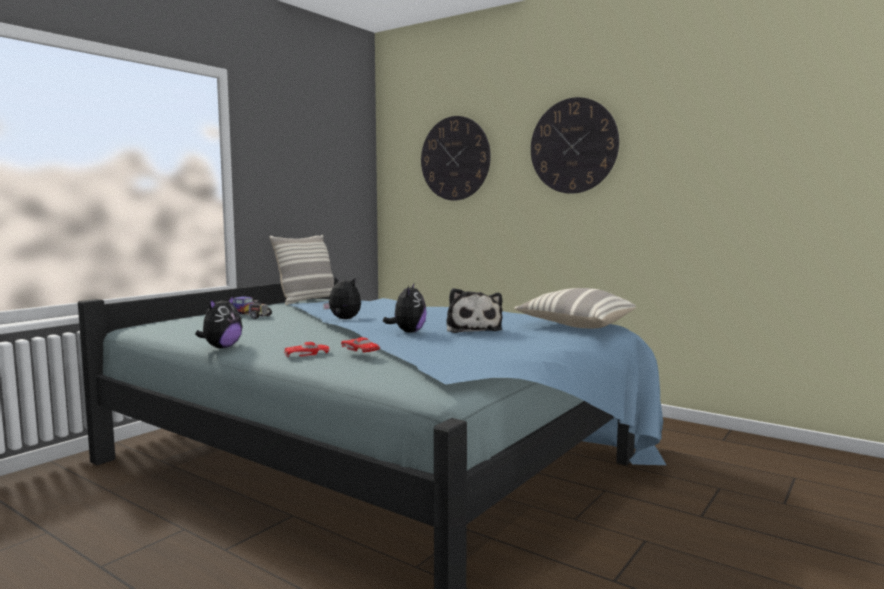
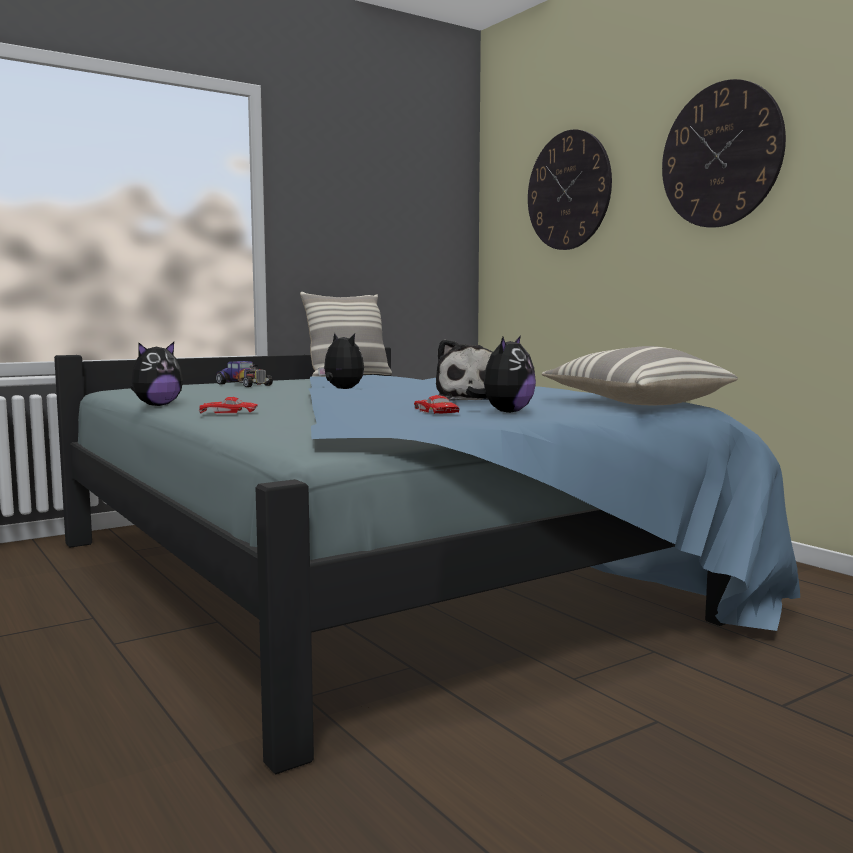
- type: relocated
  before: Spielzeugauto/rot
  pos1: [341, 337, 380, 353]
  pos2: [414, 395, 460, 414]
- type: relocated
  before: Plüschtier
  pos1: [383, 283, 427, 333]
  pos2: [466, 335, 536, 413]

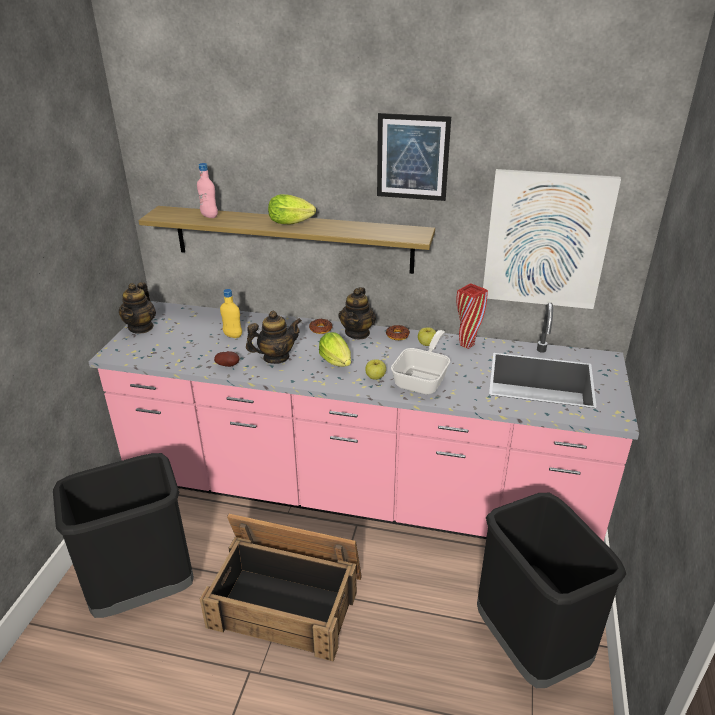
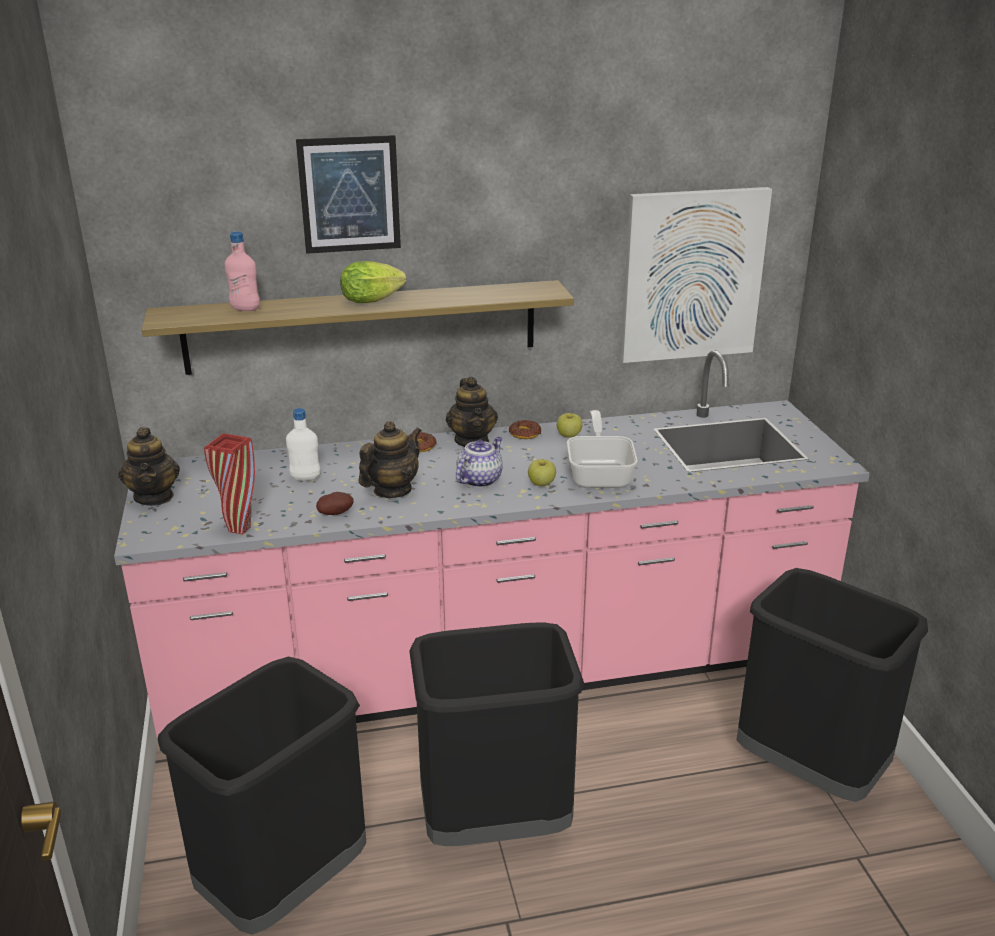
- type: relocated
  before: Bild
  pos1: [377, 113, 451, 201]
  pos2: [296, 135, 401, 254]
- type: relocated
  before: Vase/rot
  pos1: [457, 283, 488, 349]
  pos2: [204, 433, 255, 535]
- type: exchanged
  before: Kiste
  after: Mülleimer/schwarz
  pos1: [200, 514, 362, 662]
  pos2: [409, 622, 584, 846]
- type: exchanged
  before: Salatkopf
  after: Teekanne
  pos1: [319, 332, 351, 367]
  pos2: [456, 437, 503, 488]
- type: colour
  before: Flasche/gelb
  after: Flasche/weiß
  pos1: [220, 289, 242, 338]
  pos2: [286, 408, 321, 481]

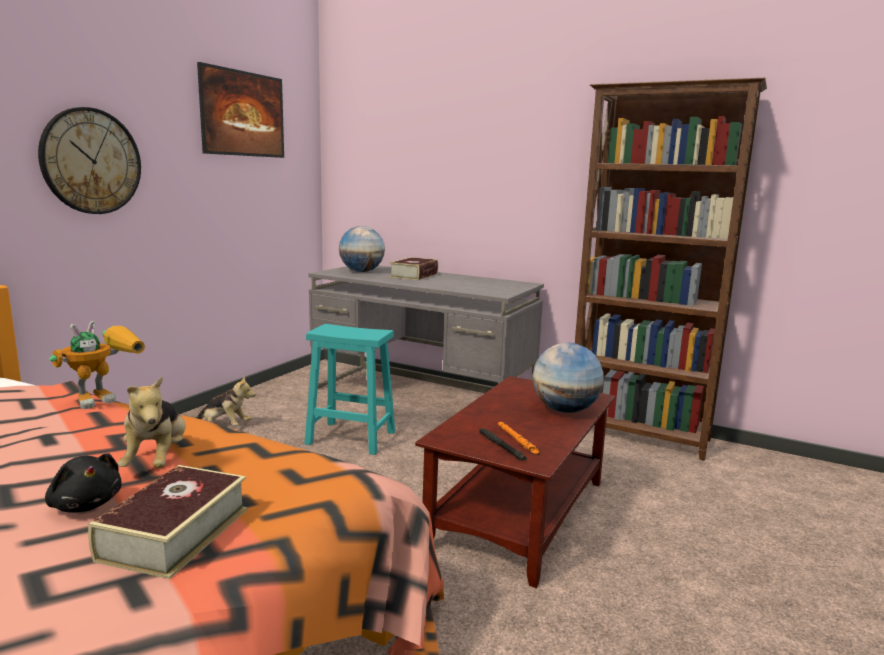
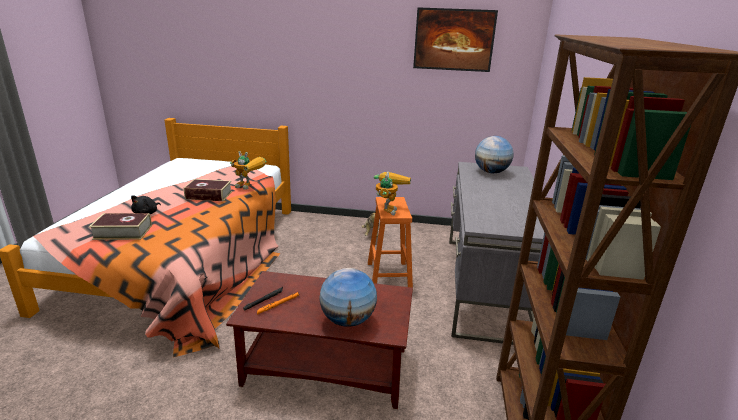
- type: missing
  before: Wanduhr
  pos1: [38, 107, 141, 214]
- type: missing
  before: Plüschtier
  pos1: [118, 377, 186, 468]
- type: appeared
  after: Spielzeugroboter
  pos2: [374, 172, 411, 215]
- type: relocated
  before: Buch
  pos1: [389, 257, 438, 280]
  pos2: [184, 179, 232, 201]
- type: colour
  before: Hocker/türkis
  after: Hocker/orange
  pos1: [304, 324, 395, 455]
  pos2: [368, 197, 413, 288]

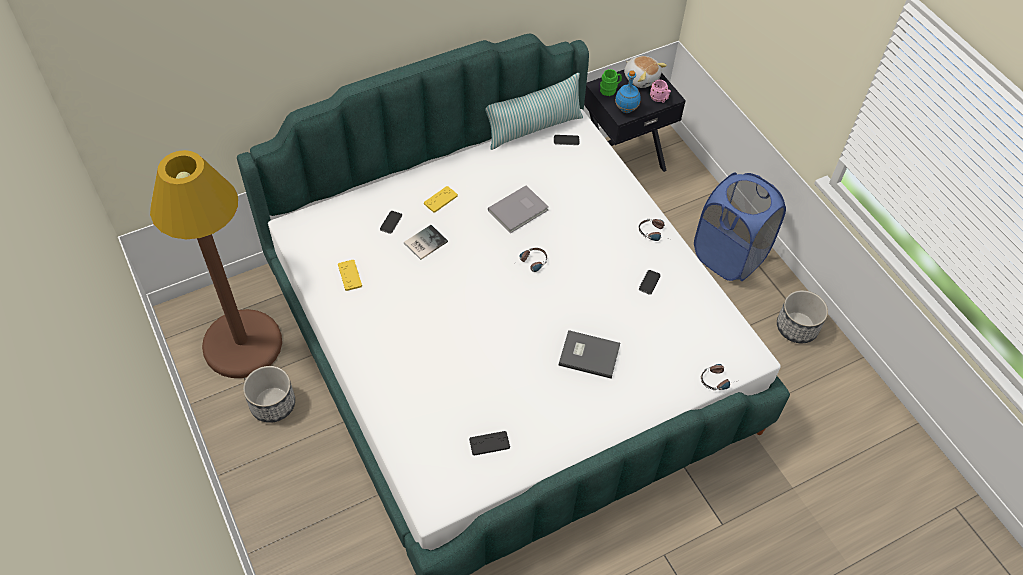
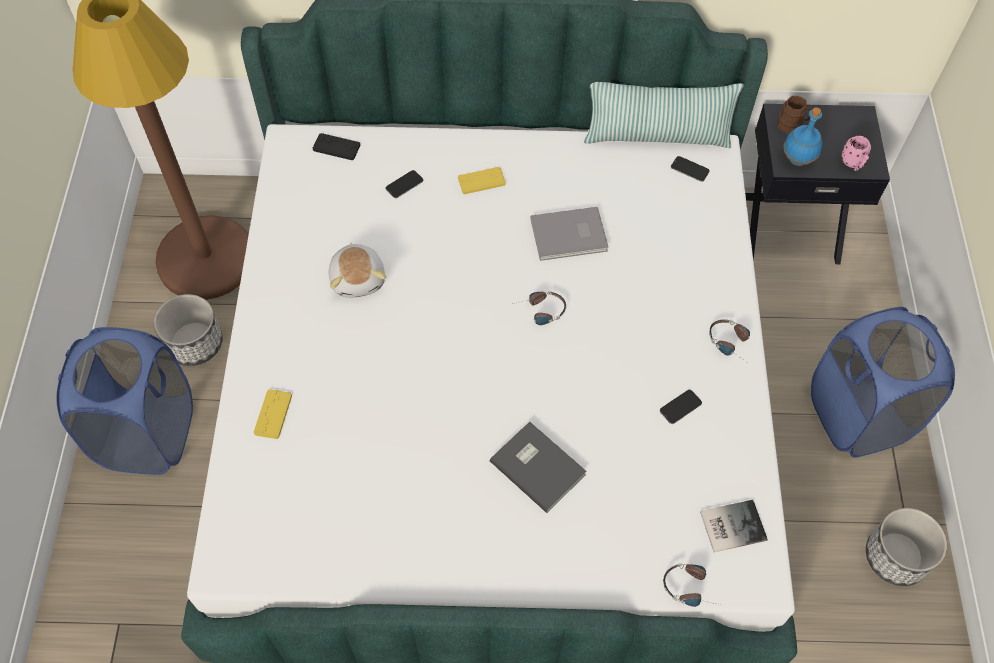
- type: appeared
  after: Wäschekorb/blau
  pos2: [56, 327, 193, 475]
- type: relocated
  before: Gamepad/gelb
  pos1: [338, 260, 362, 291]
  pos2: [253, 389, 292, 439]
- type: relocated
  before: Buch
  pos1: [404, 225, 448, 260]
  pos2: [700, 500, 768, 552]
- type: relocated
  before: Gamepad/schwarz
  pos1: [469, 431, 510, 456]
  pos2: [313, 133, 360, 160]
- type: relocated
  before: Plüschtier
  pos1: [624, 56, 667, 88]
  pos2: [329, 243, 386, 298]
- type: colour
  before: Henkelbecher/grün
  after: Henkelbecher/braun
  pos1: [600, 69, 622, 96]
  pos2: [777, 96, 813, 133]

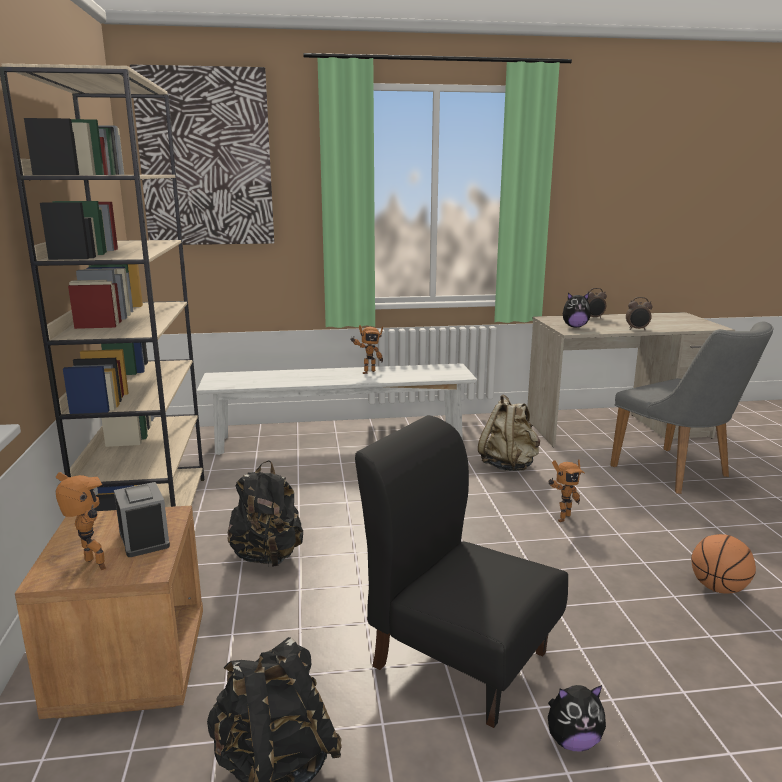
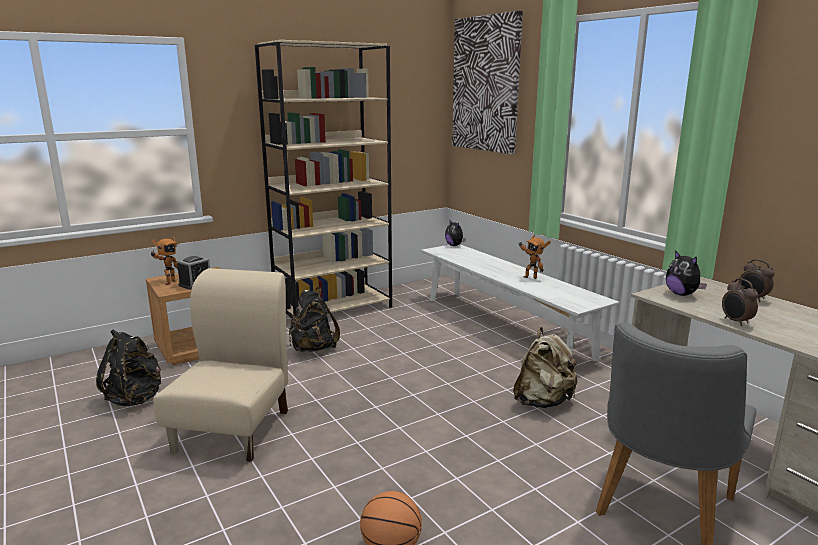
- type: missing
  before: Spielzeugroboter
  pos1: [549, 459, 585, 522]
- type: relocated
  before: Plüschtier
  pos1: [548, 685, 606, 752]
  pos2: [445, 220, 466, 246]
- type: colour
  before: Stuhl/schwarz
  after: Stuhl/beige
  pos1: [355, 415, 568, 728]
  pos2: [153, 268, 288, 462]

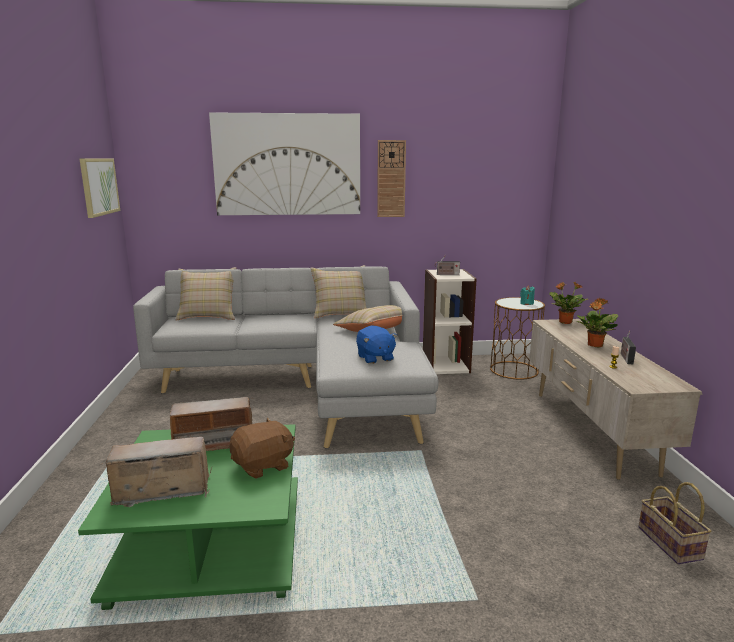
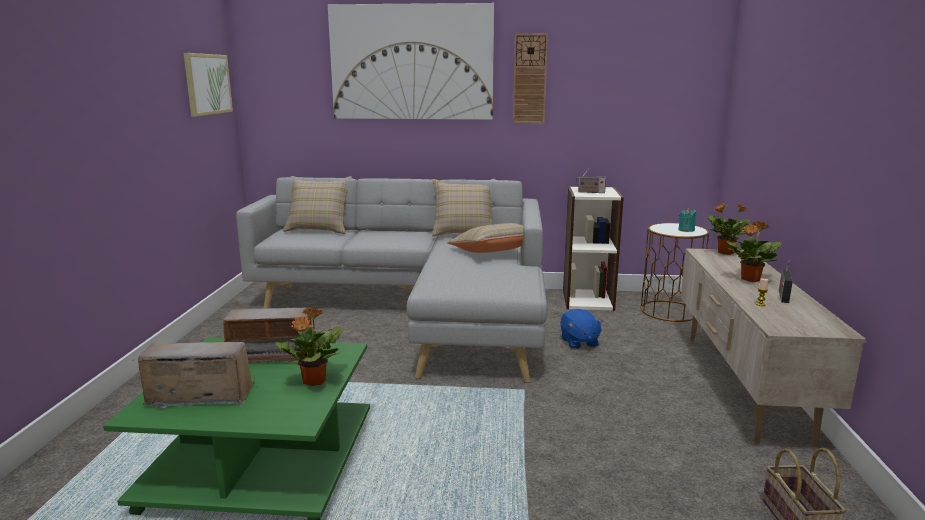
- type: relocated
  before: Plüschtier/blau
  pos1: [356, 326, 398, 364]
  pos2: [560, 309, 604, 349]
- type: exchanged
  before: Plüschtier/braun
  after: Topfpflanze
  pos1: [229, 418, 295, 479]
  pos2: [274, 307, 342, 386]

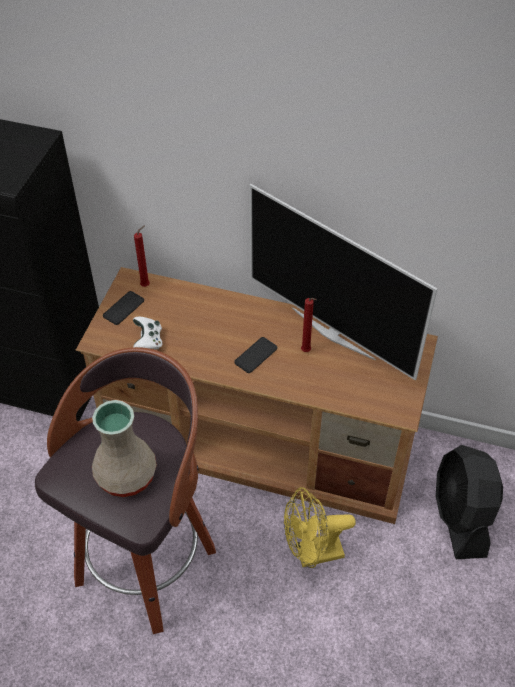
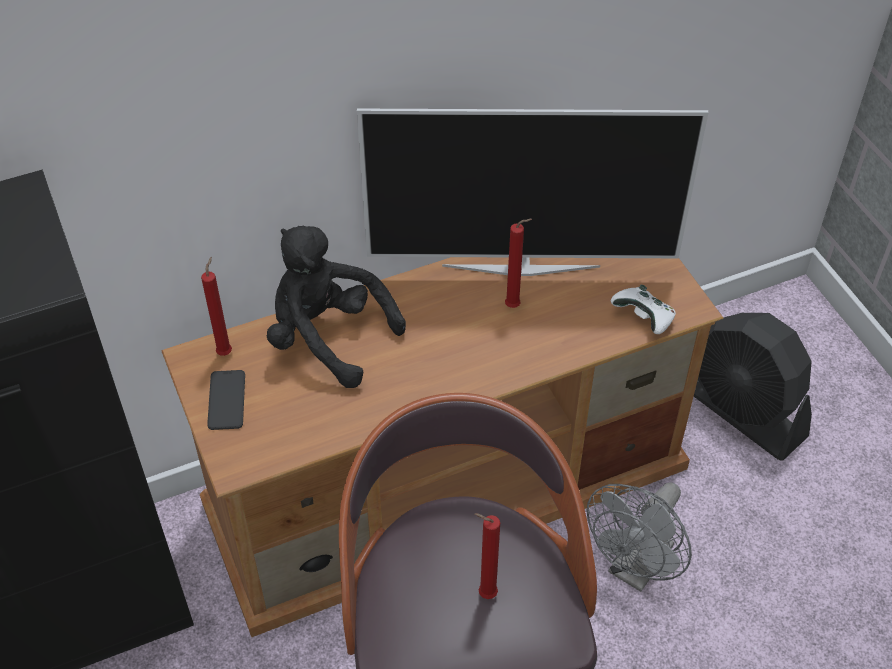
- type: missing
  before: Handy
  pos1: [234, 337, 277, 373]
- type: appeared
  after: Plüschtier/schwarz
  pos2: [267, 226, 406, 388]
- type: relocated
  before: Gamepad/weiß
  pos1: [133, 317, 163, 350]
  pos2: [611, 285, 676, 334]
- type: exchanged
  before: Vase/beige
  after: Kerze/rot
  pos1: [92, 400, 157, 497]
  pos2: [474, 513, 500, 599]
- type: colour
  before: Ventilator/gelb
  after: Ventilator/grau
  pos1: [284, 487, 356, 568]
  pos2: [586, 482, 692, 592]

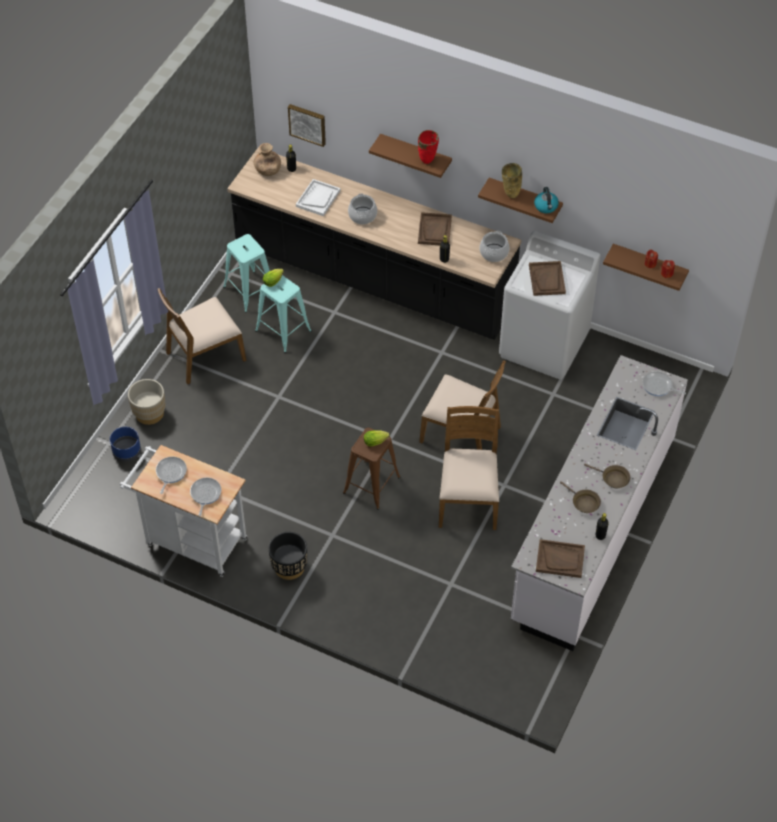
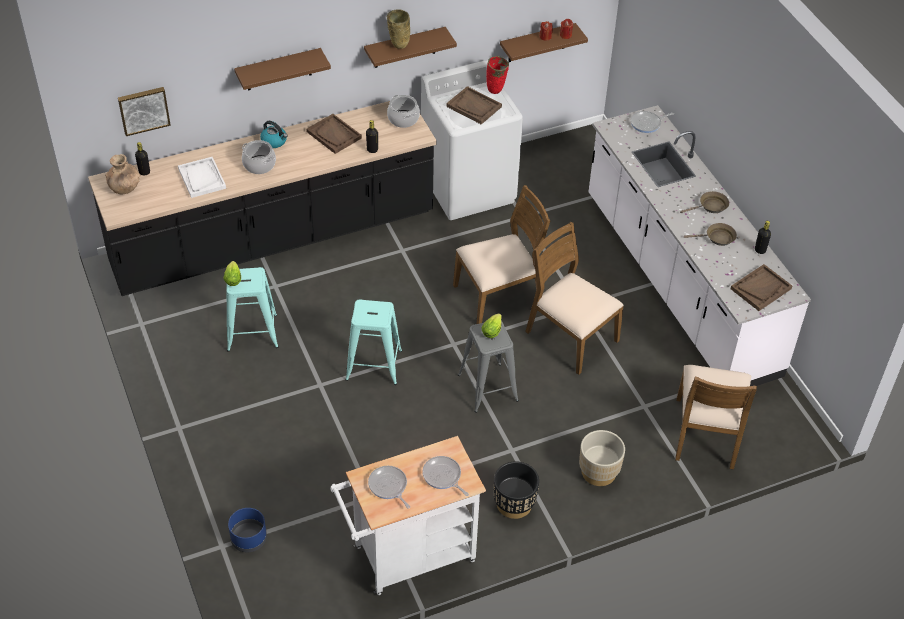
- type: relocated
  before: Pflanzkübel/beige
  pos1: [128, 379, 166, 425]
  pos2: [579, 430, 625, 486]
- type: relocated
  before: Stuhl/braun
  pos1: [158, 288, 247, 384]
  pos2: [675, 365, 757, 470]
- type: relocated
  before: Hocker/türkis
  pos1: [223, 234, 270, 313]
  pos2: [345, 299, 402, 385]
- type: relocated
  before: Vase/rot
  pos1: [418, 130, 439, 164]
  pos2: [486, 56, 509, 94]
- type: relocated
  before: Wasserkessel
  pos1: [534, 187, 559, 213]
  pos2: [260, 121, 288, 148]
- type: colour
  before: Hocker/braun
  after: Hocker/grau
  pos1: [343, 428, 401, 510]
  pos2: [458, 321, 519, 413]

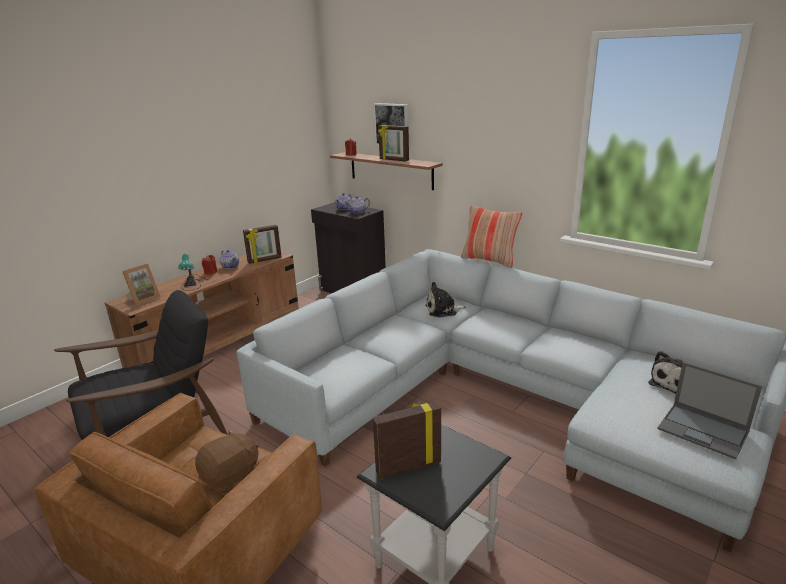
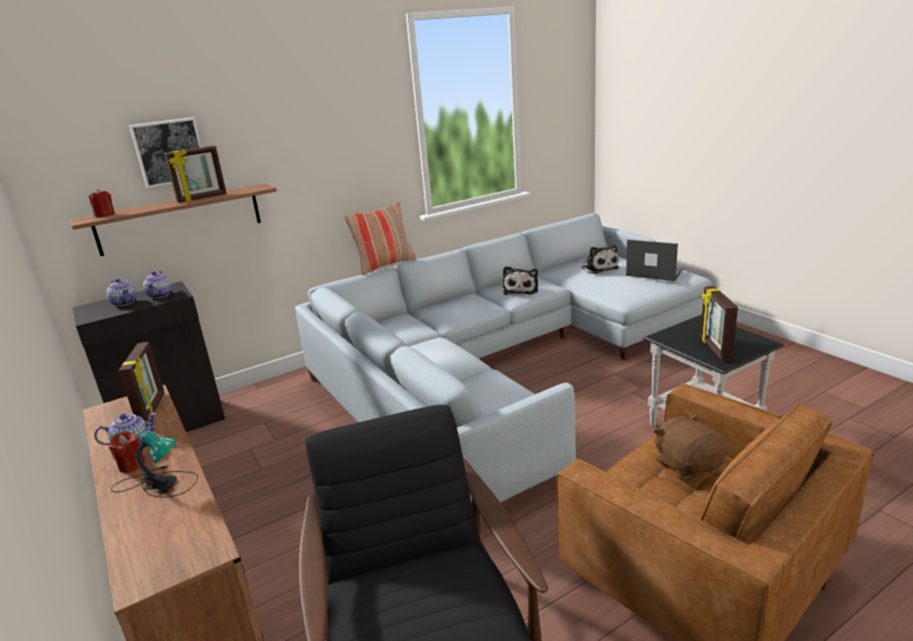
- type: missing
  before: Bilderrahmen
  pos1: [122, 264, 161, 306]
- type: relocated
  before: Plüschtier
  pos1: [425, 282, 466, 317]
  pos2: [503, 266, 538, 295]
- type: spun
  before: Laptop
  pos1: [657, 362, 762, 459]
  pos2: [626, 240, 684, 281]
  turn: -120

